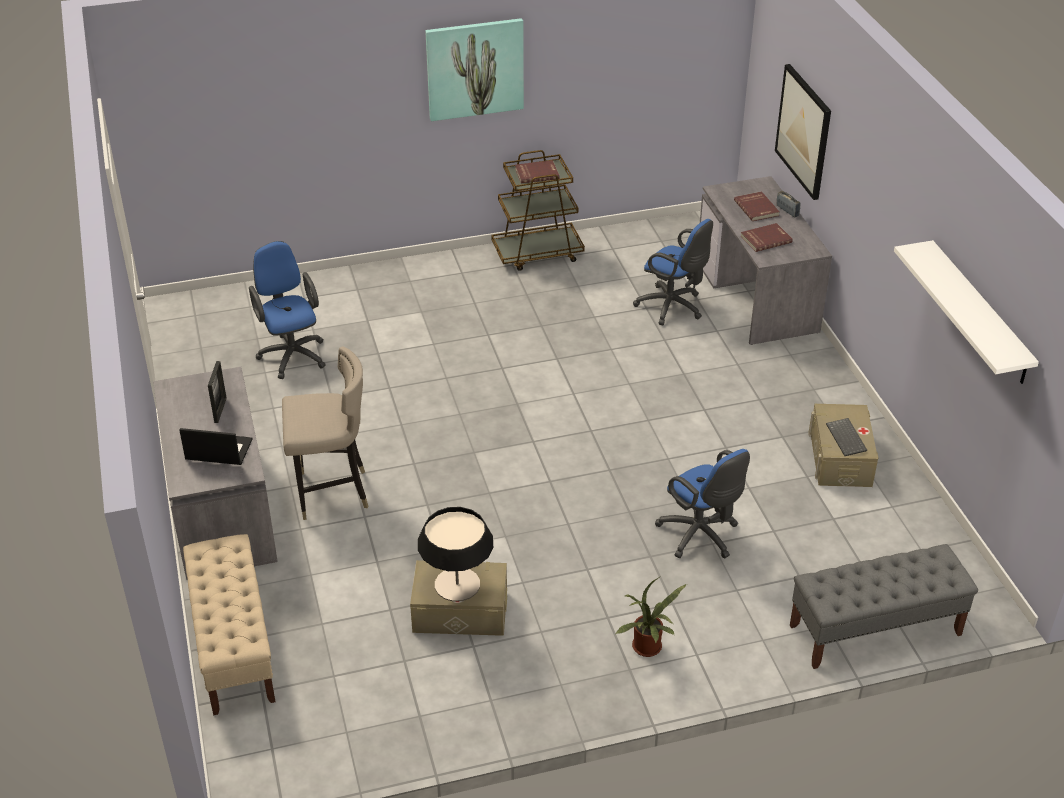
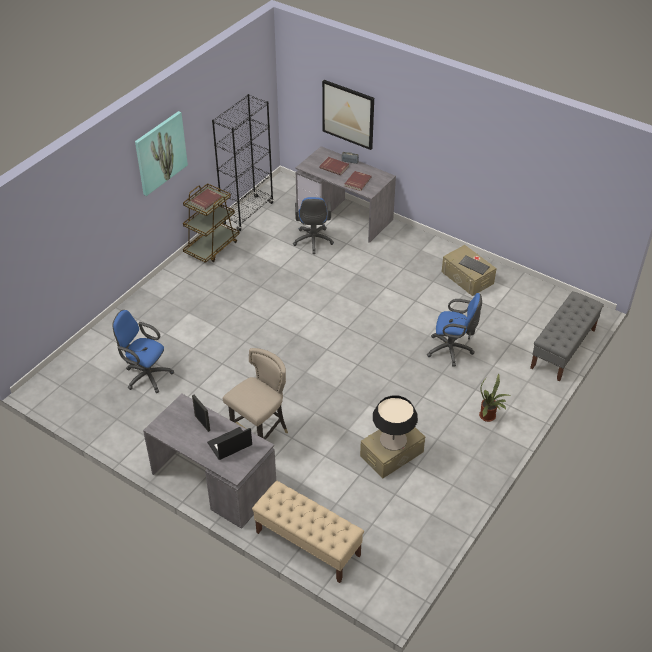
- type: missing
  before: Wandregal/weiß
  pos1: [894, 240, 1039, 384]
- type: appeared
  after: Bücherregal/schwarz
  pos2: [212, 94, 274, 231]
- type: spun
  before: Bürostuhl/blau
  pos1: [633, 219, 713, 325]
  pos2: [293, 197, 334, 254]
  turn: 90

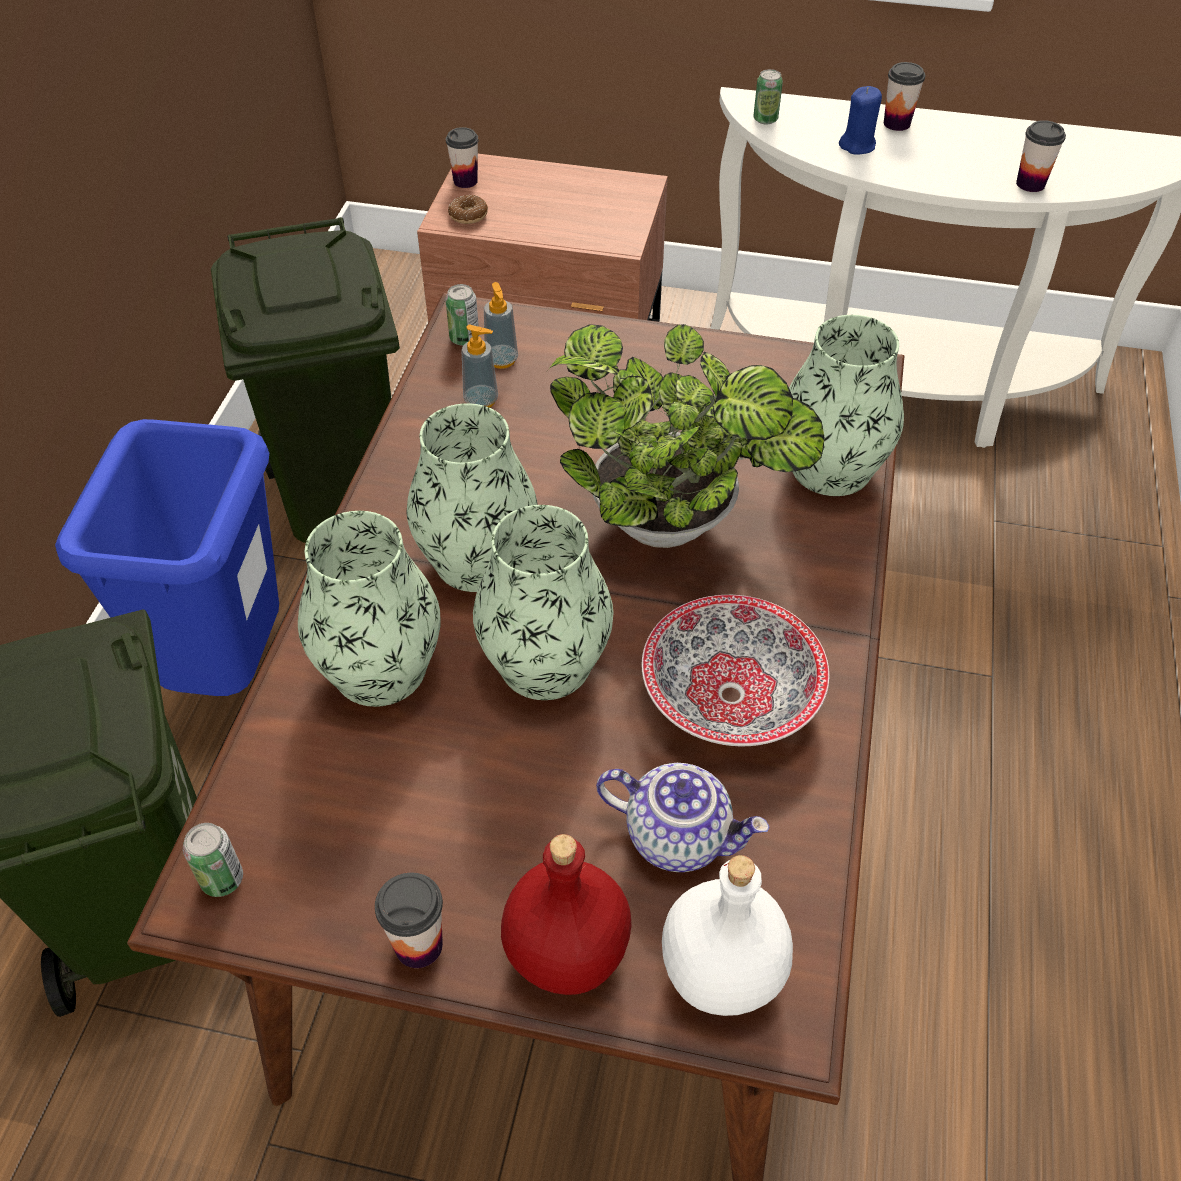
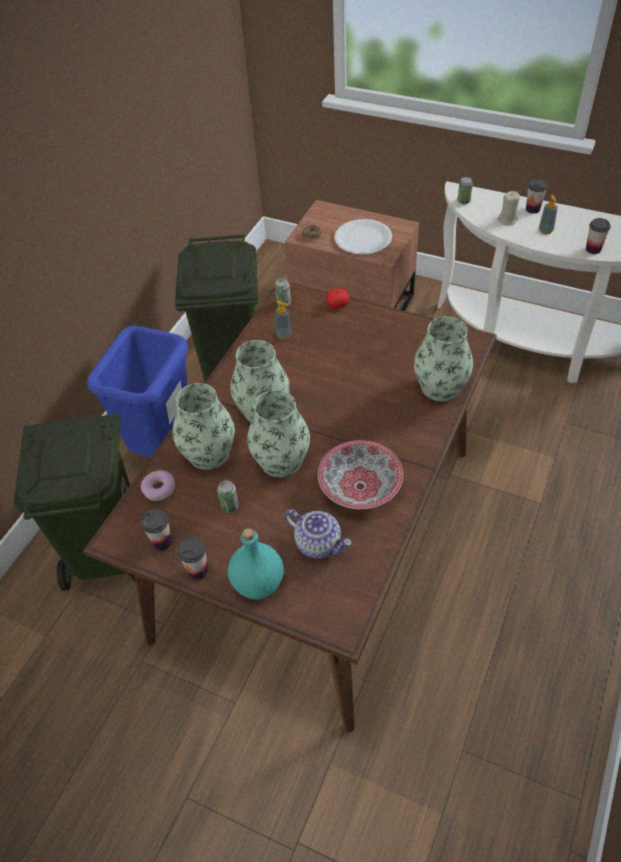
- type: missing
  before: Topfpflanze
  pos1: [548, 324, 824, 548]
- type: missing
  before: Flasche/weiß
  pos1: [662, 855, 793, 1016]
- type: appeared
  after: Donut
  pos2: [141, 470, 175, 501]
- type: appeared
  after: Tomate
  pos2: [326, 288, 349, 308]
- type: appeared
  after: Teller/weiß
  pos2: [334, 219, 392, 255]
- type: relocated
  before: Dose
  pos1: [183, 823, 243, 897]
  pos2: [217, 480, 239, 513]
- type: relocated
  before: Tasse
  pos1: [446, 127, 479, 188]
  pos2: [141, 509, 172, 551]
- type: relocated
  before: Seifenspender
  pos1: [484, 282, 518, 369]
  pos2: [539, 195, 558, 234]
- type: colour
  before: Flasche/rot
  after: Flasche/türkis
  pos1: [501, 834, 631, 995]
  pos2: [228, 528, 284, 600]
- type: colour
  before: Kerze/blau
  after: Kerze/beige
  pos1: [839, 86, 882, 155]
  pos2: [498, 191, 520, 225]

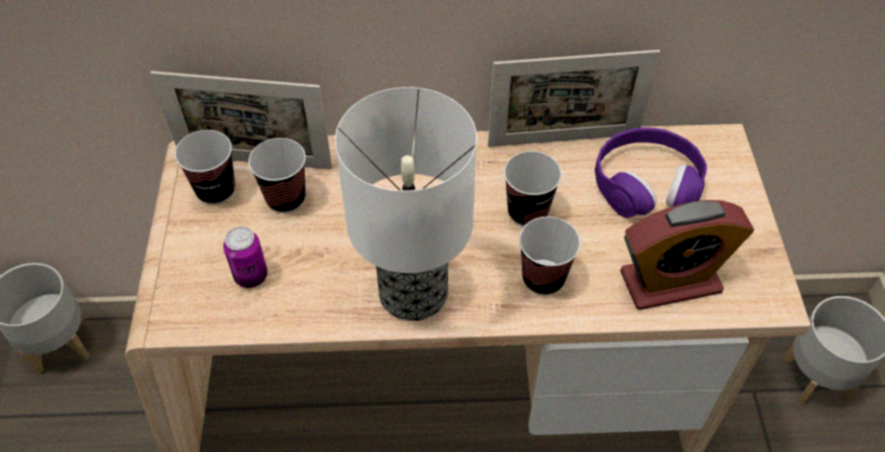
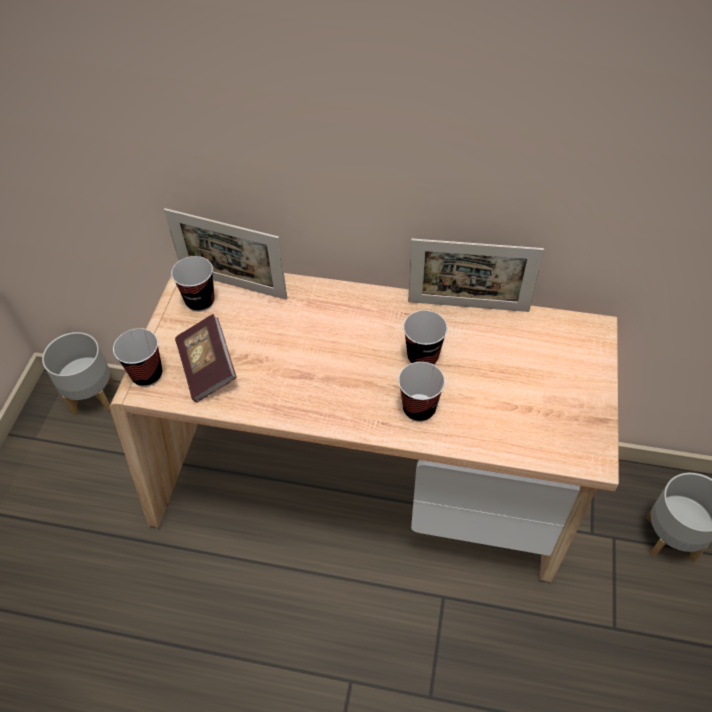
- type: missing
  before: Tischlampe
  pos1: [335, 87, 477, 321]
- type: missing
  before: Kopfhörer/lila
  pos1: [595, 128, 707, 218]
- type: missing
  before: Wecker
  pos1: [620, 200, 754, 310]
- type: relocated
  before: Tasse
  pos1: [248, 138, 306, 213]
  pos2: [113, 328, 162, 387]
- type: exchanged
  before: Dose
  after: Buch
  pos1: [223, 227, 268, 288]
  pos2: [175, 314, 236, 402]

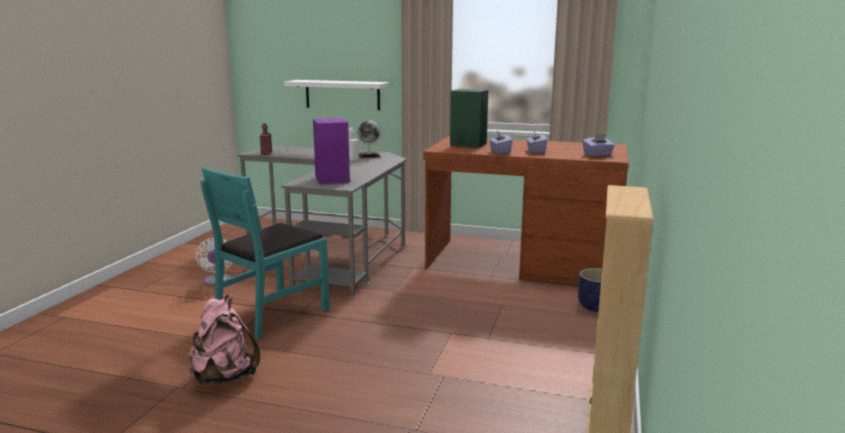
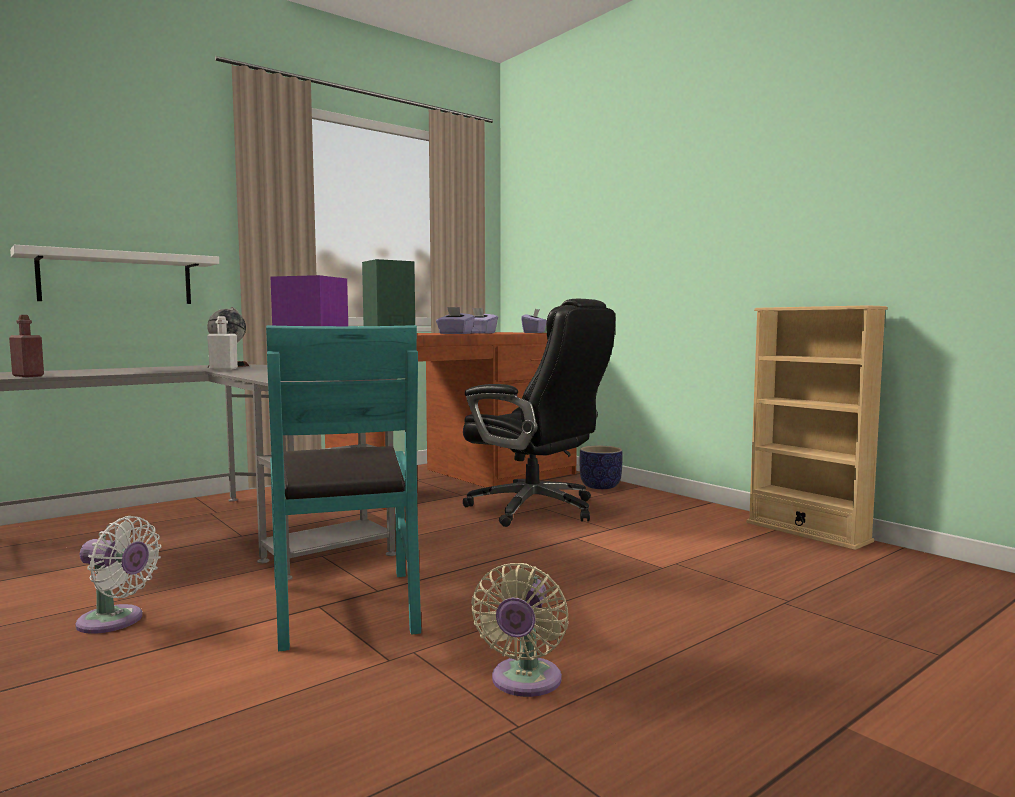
- type: appeared
  after: Bürostuhl/schwarz
  pos2: [463, 299, 615, 527]
- type: exchanged
  before: Rucksack/rosa
  after: Ventilator/beige
  pos1: [189, 295, 260, 384]
  pos2: [471, 563, 569, 697]

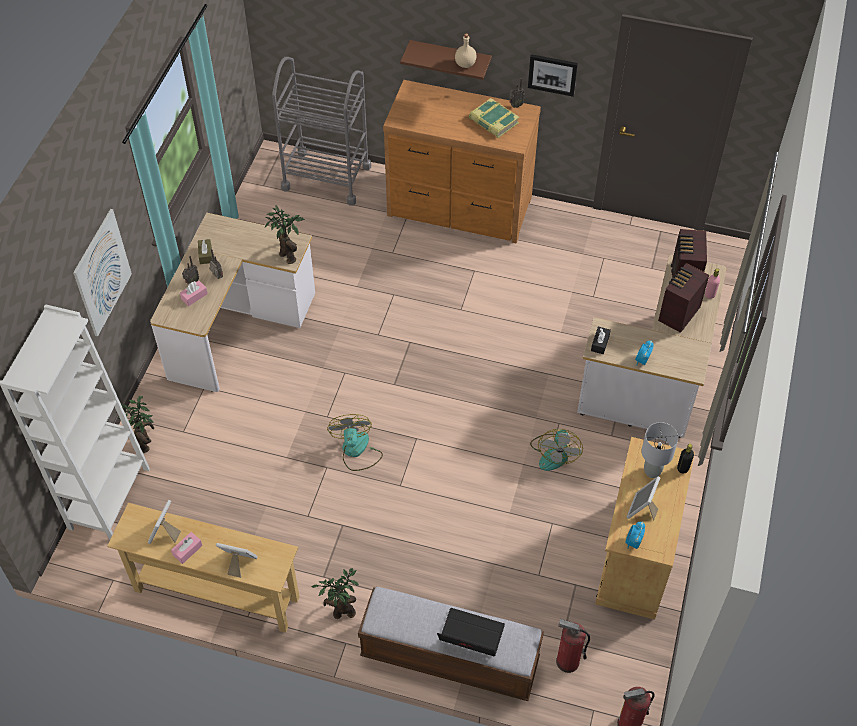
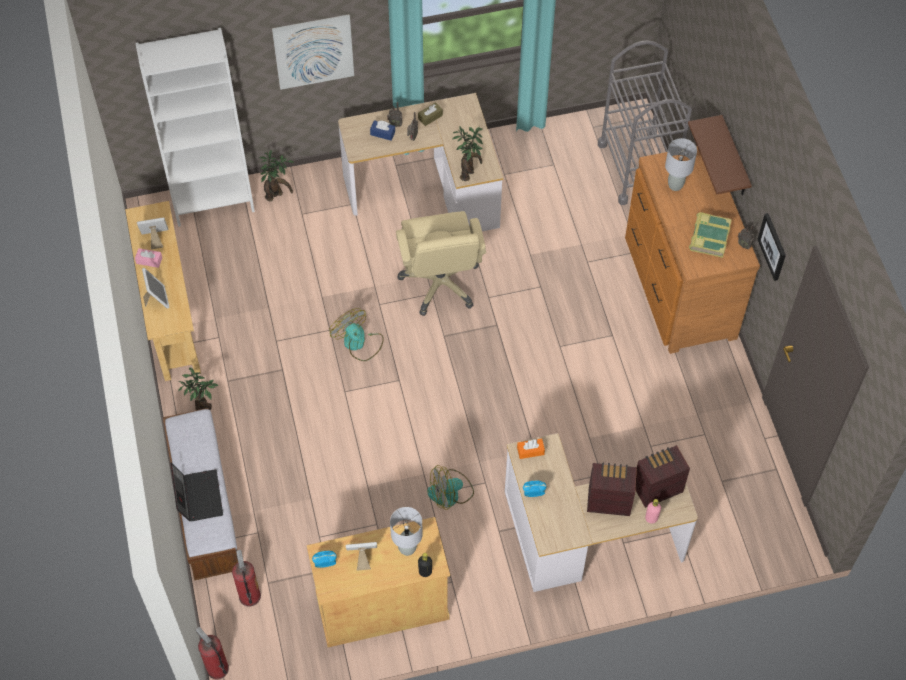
- type: missing
  before: Flasche/beige
  pos1: [455, 33, 477, 68]
- type: appeared
  after: Bürostuhl/beige
  pos2: [396, 211, 486, 316]
- type: appeared
  after: Tischlampe/grau
  pos2: [665, 138, 697, 191]
- type: colour
  before: Taschentuchbox/rosa
  after: Taschentuchbox/blau
  pos1: [180, 281, 208, 306]
  pos2: [370, 120, 395, 141]
- type: colour
  before: Taschentuchbox/schwarz
  after: Taschentuchbox/orange
  pos1: [591, 326, 611, 354]
  pos2: [517, 438, 545, 459]
- type: spun
  before: Ventilator
  pos1: [327, 414, 383, 471]
  pos2: [329, 308, 384, 361]
  turn: -90

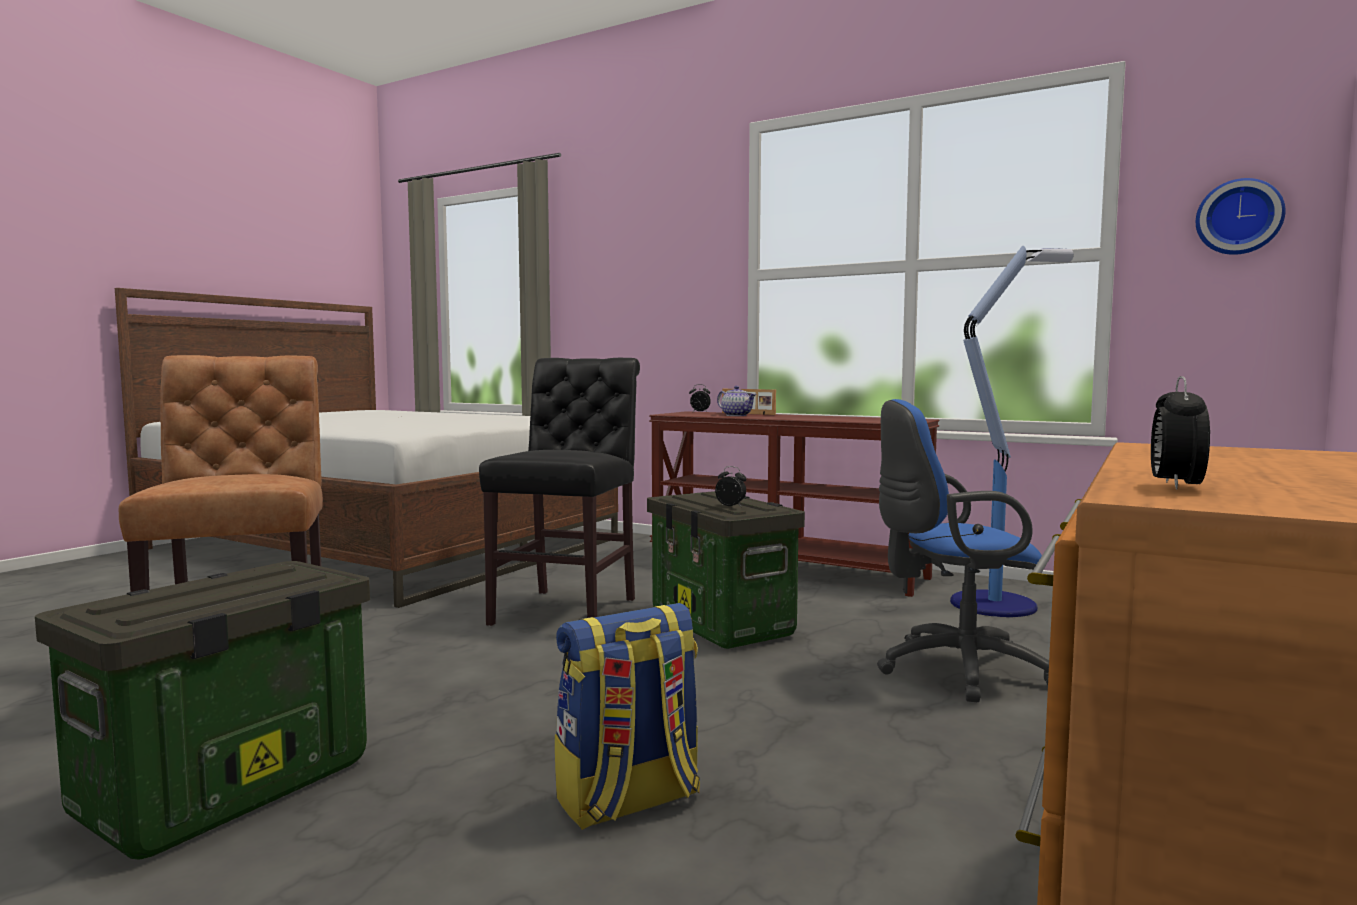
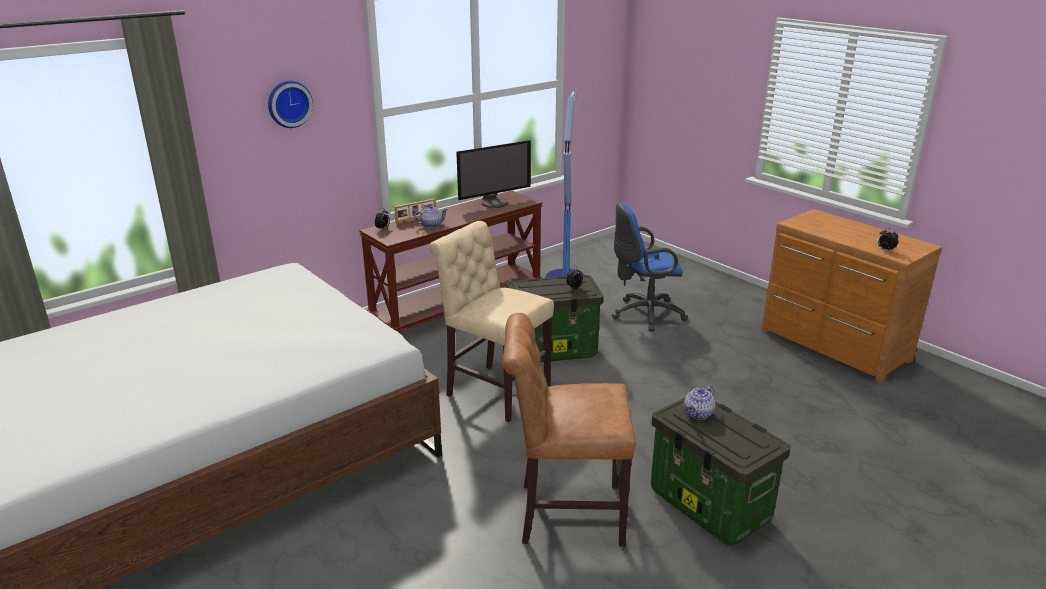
- type: missing
  before: Rucksack
  pos1: [555, 603, 700, 830]
- type: appeared
  after: Monitor
  pos2: [456, 140, 531, 208]
- type: appeared
  after: Teekanne
  pos2: [684, 385, 715, 420]
- type: relocated
  before: Wanduhr
  pos1: [1196, 178, 1286, 255]
  pos2: [268, 81, 313, 128]
- type: colour
  before: Stuhl/schwarz
  after: Stuhl/beige
  pos1: [479, 358, 640, 626]
  pos2: [429, 221, 554, 422]
- type: spun
  before: Bürostuhl/blau
  pos1: [877, 399, 1049, 702]
  pos2: [612, 202, 688, 331]
  turn: 60

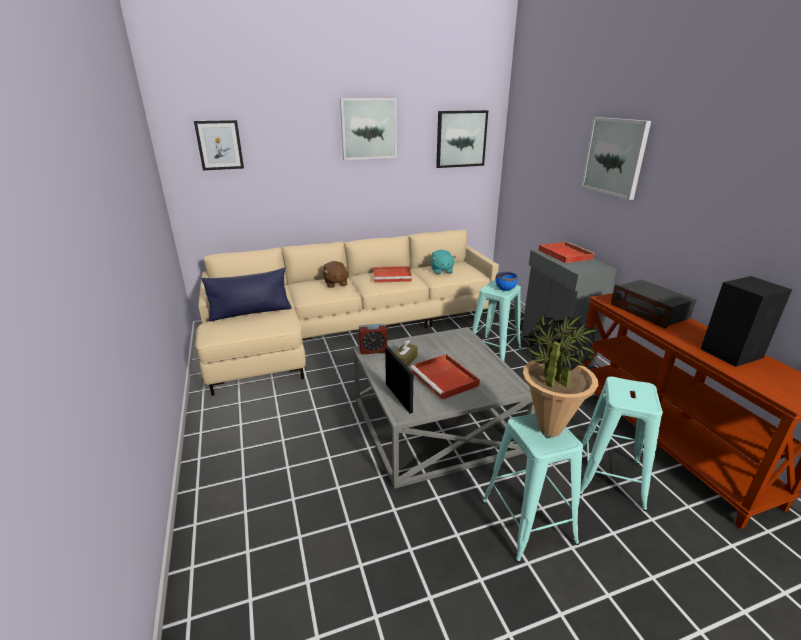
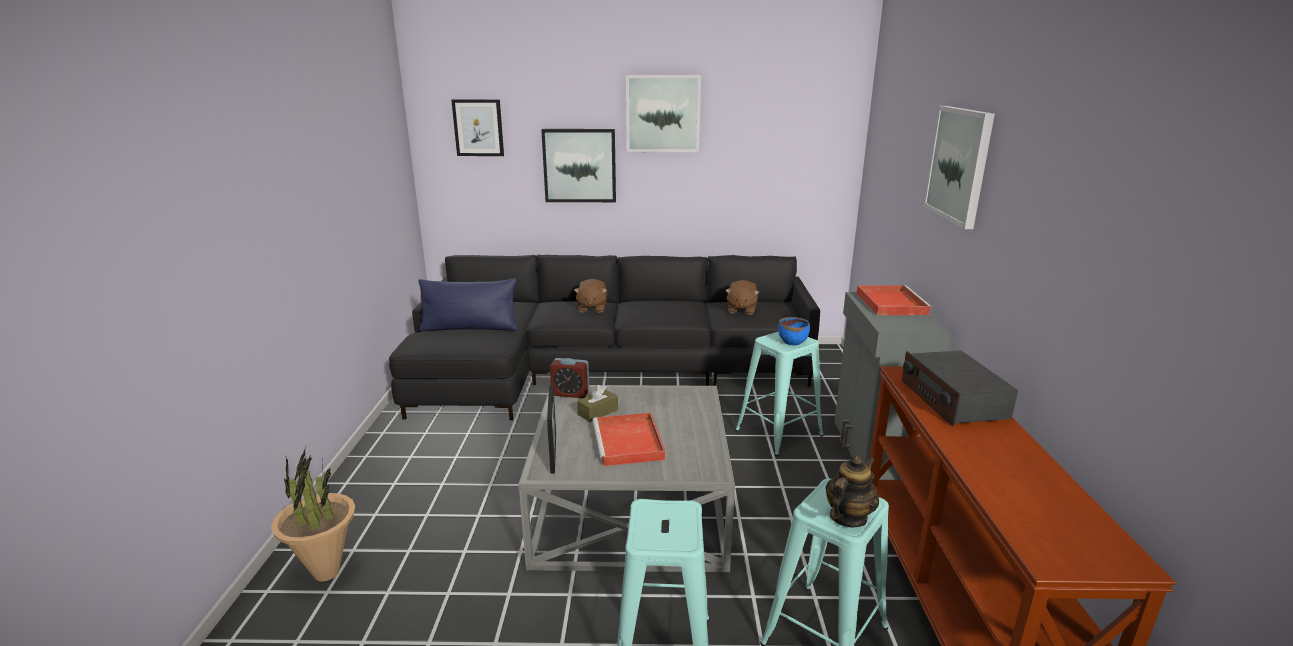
- type: missing
  before: Tablett/rot
  pos1: [374, 266, 412, 283]
- type: missing
  before: Lautsprecher/schwarz
  pos1: [700, 276, 792, 367]
- type: appeared
  after: Teekanne
  pos2: [826, 455, 879, 528]
- type: relocated
  before: Bild
  pos1: [436, 110, 488, 168]
  pos2: [541, 129, 616, 202]
- type: relocated
  before: Topfpflanze
  pos1: [523, 312, 600, 437]
  pos2: [271, 447, 355, 581]
- type: colour
  before: Sofa/beige
  after: Sofa/schwarz
  pos1: [196, 230, 499, 396]
  pos2: [389, 254, 820, 420]
- type: colour
  before: Plüschtier/türkis
  after: Plüschtier/braun
  pos1: [430, 250, 456, 274]
  pos2: [725, 280, 759, 315]

